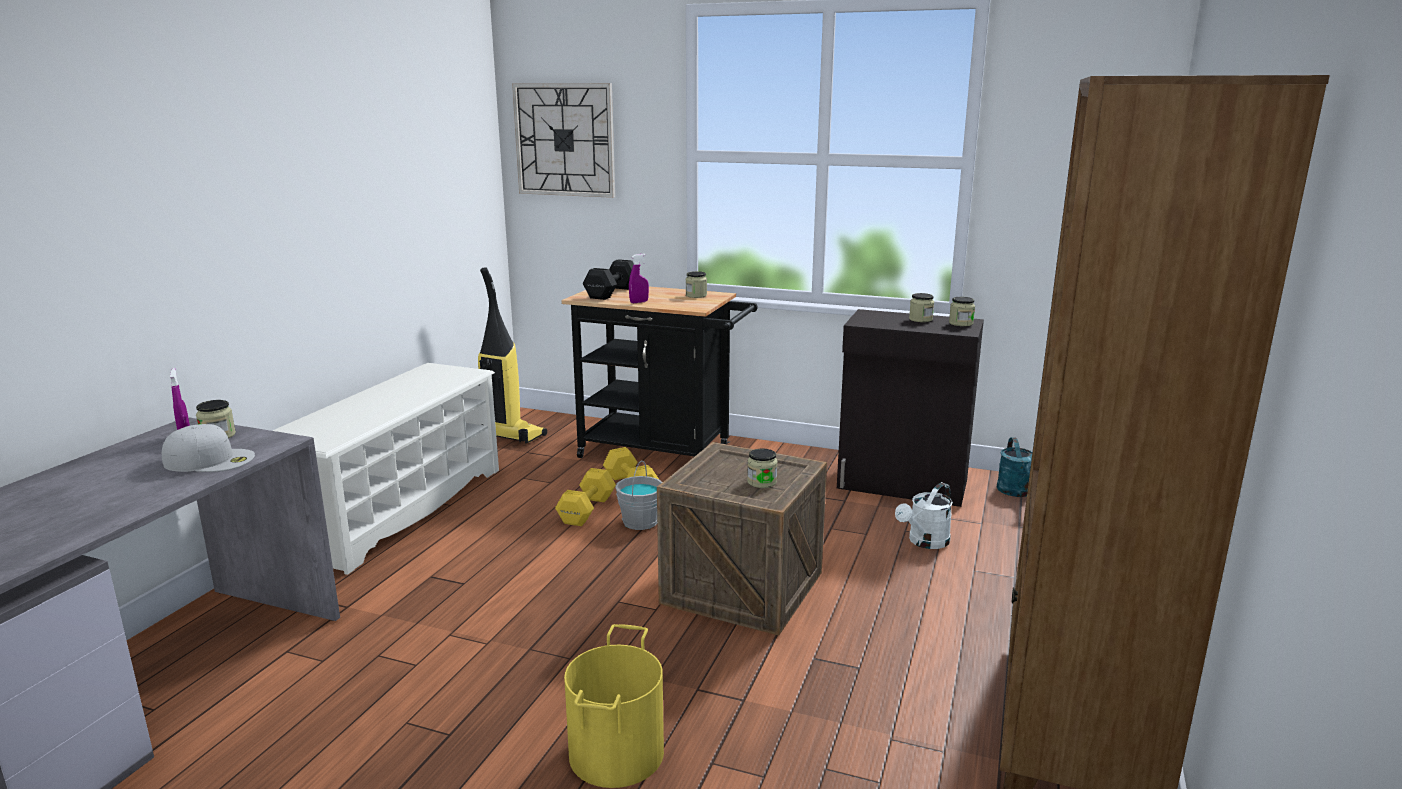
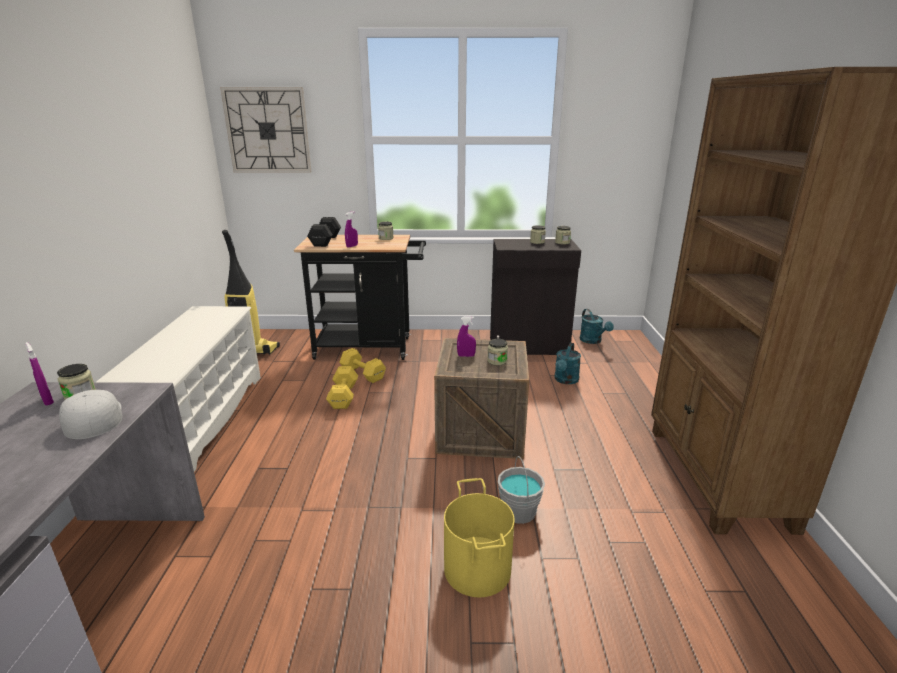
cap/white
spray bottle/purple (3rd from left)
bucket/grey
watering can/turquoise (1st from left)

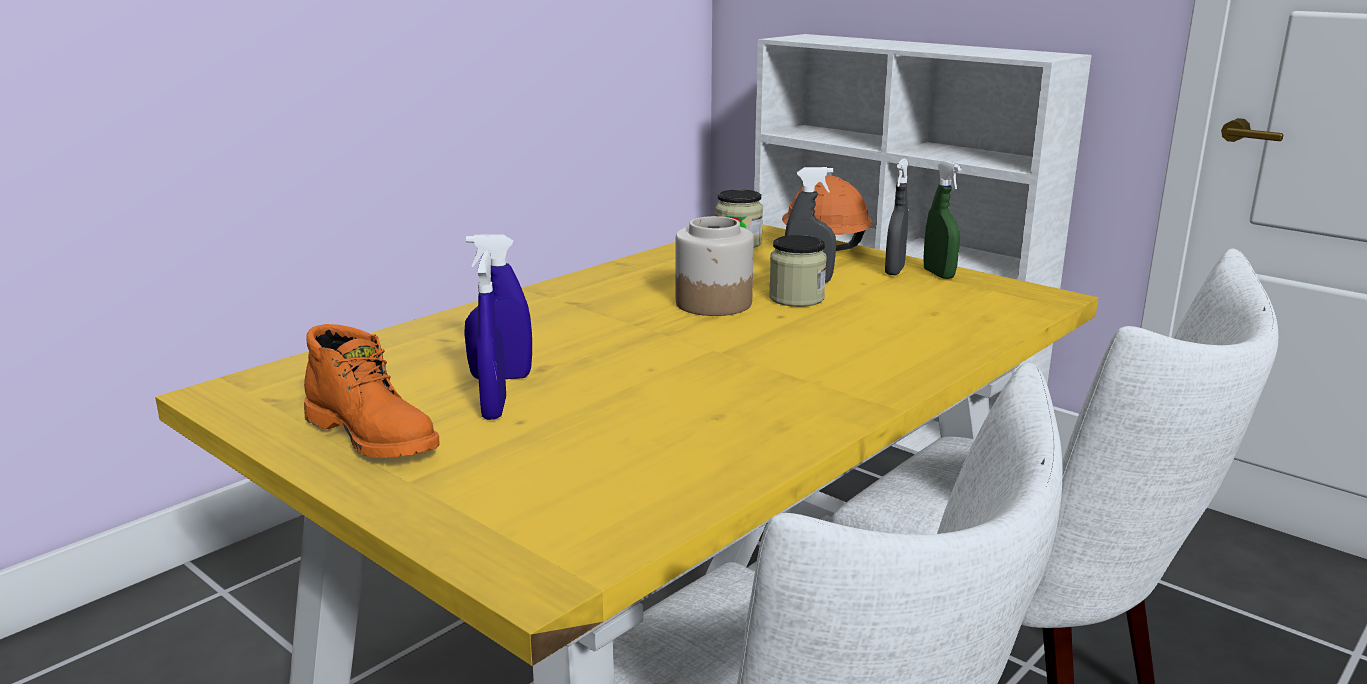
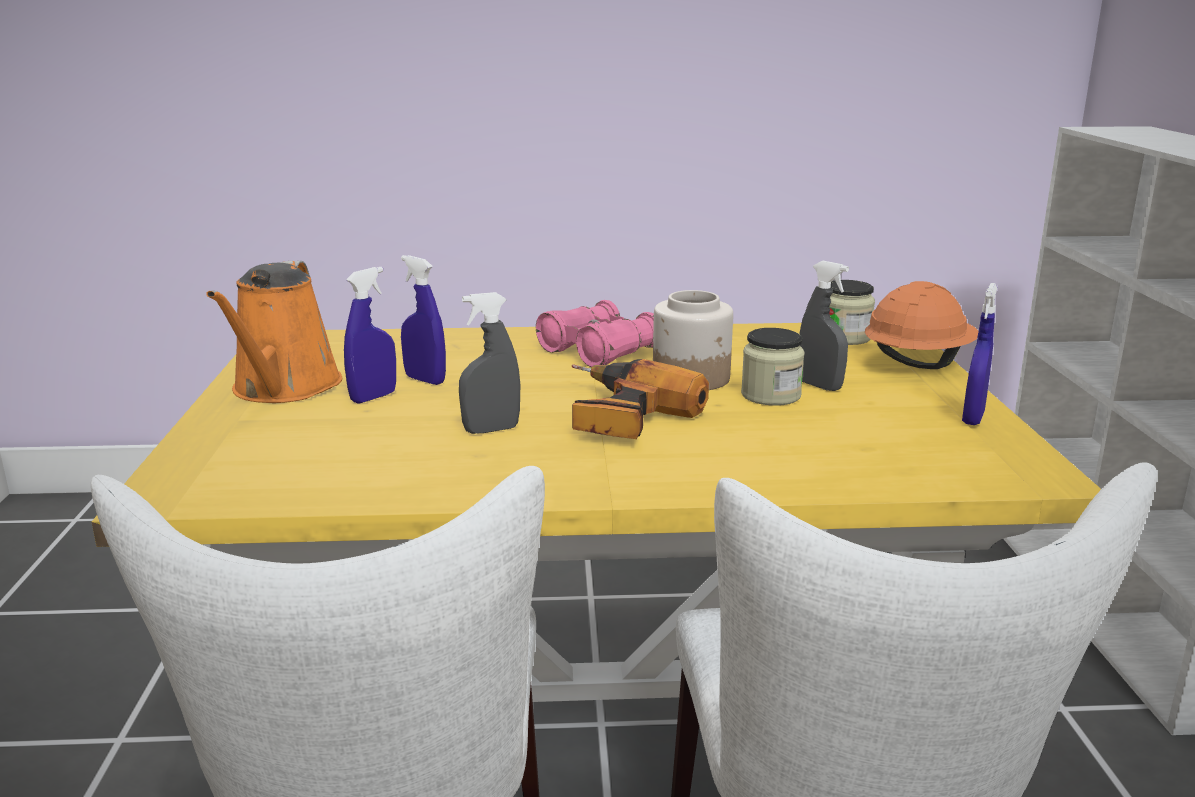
watering can/orange
spray bottle/grey (1st from left)
binoculars/pink
power drill
spray bottle/blue (3rd from left)

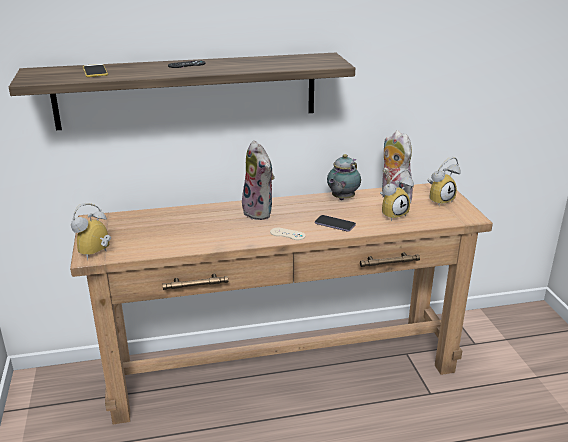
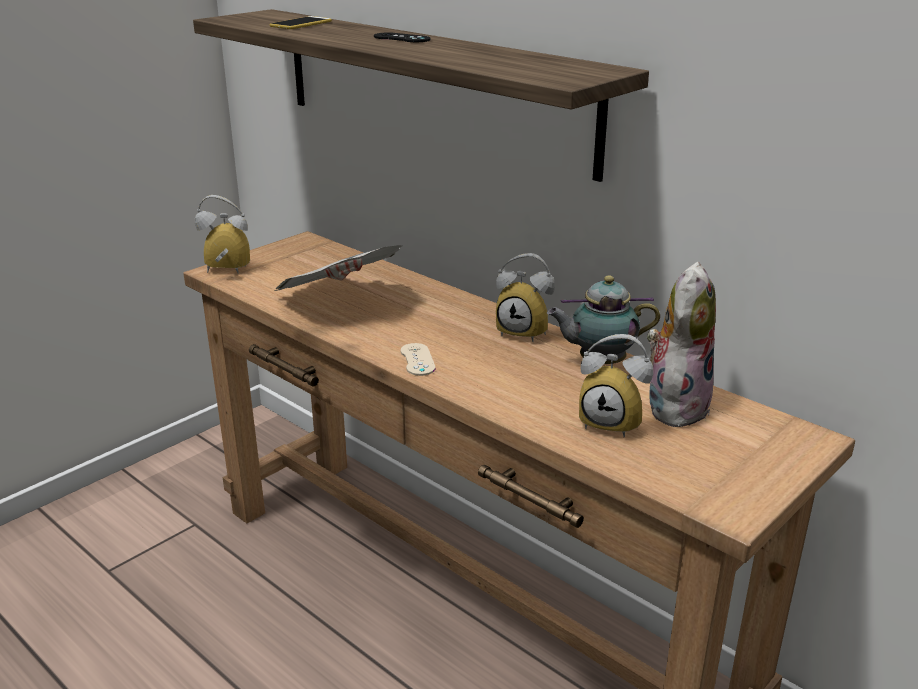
newspaper
alarm clock (2nd from left)
plush toy (1st from left in the first image)
phone (2nd from left in the first image)

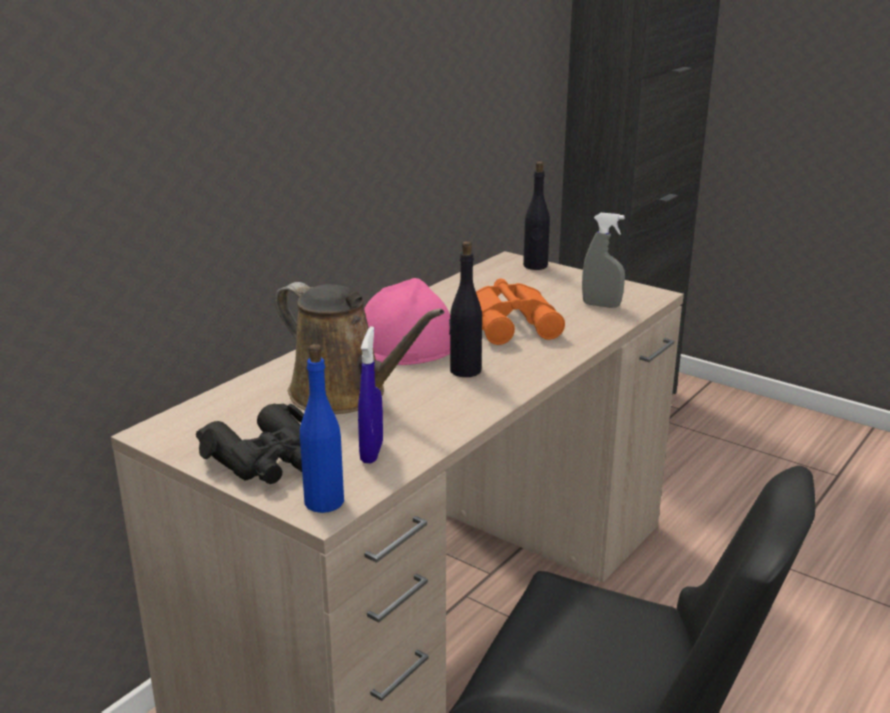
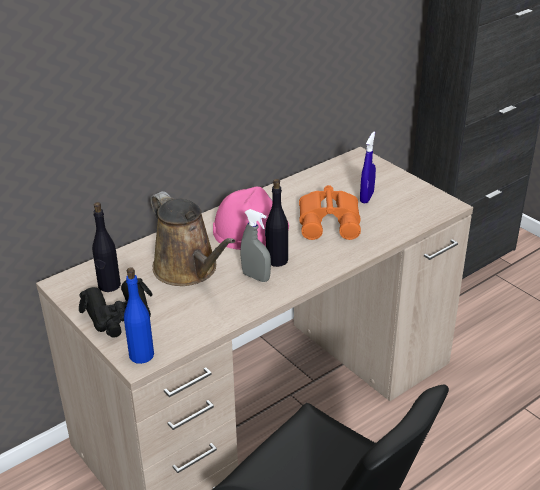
bottle/black (1st from left)
spray bottle/grey
spray bottle/blue

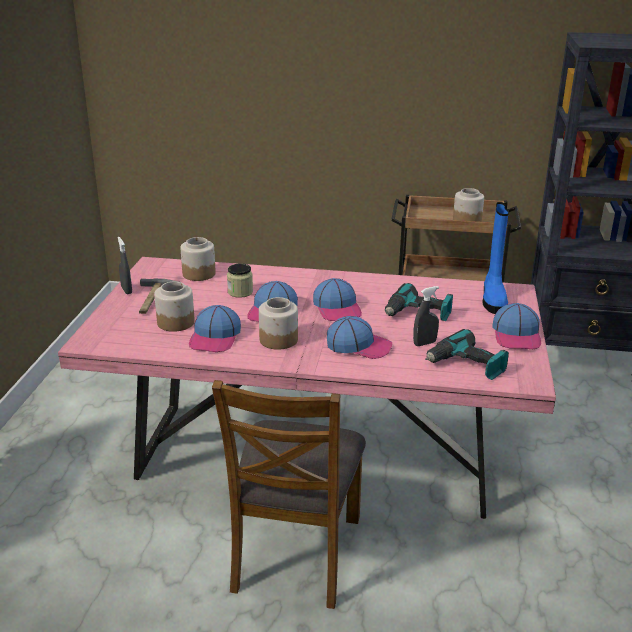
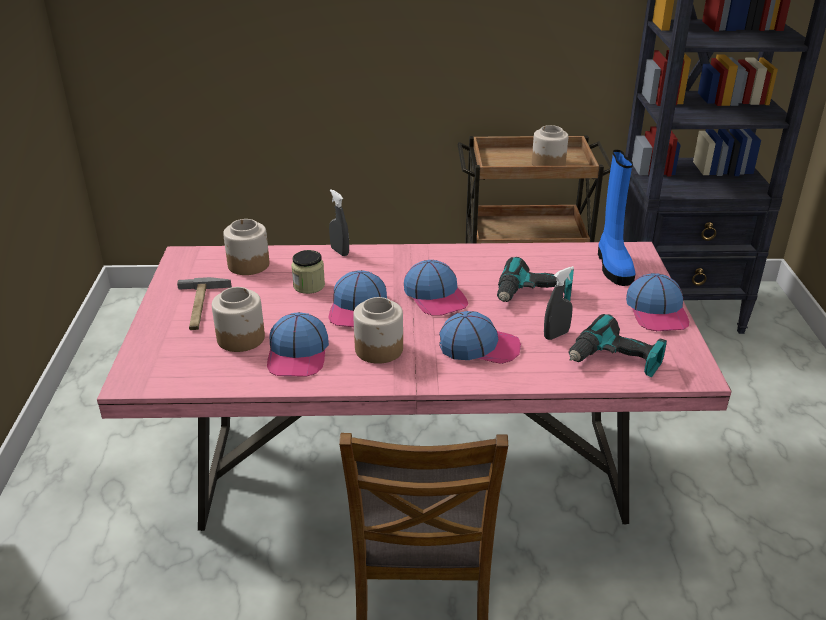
spray bottle/grey (1st from left)

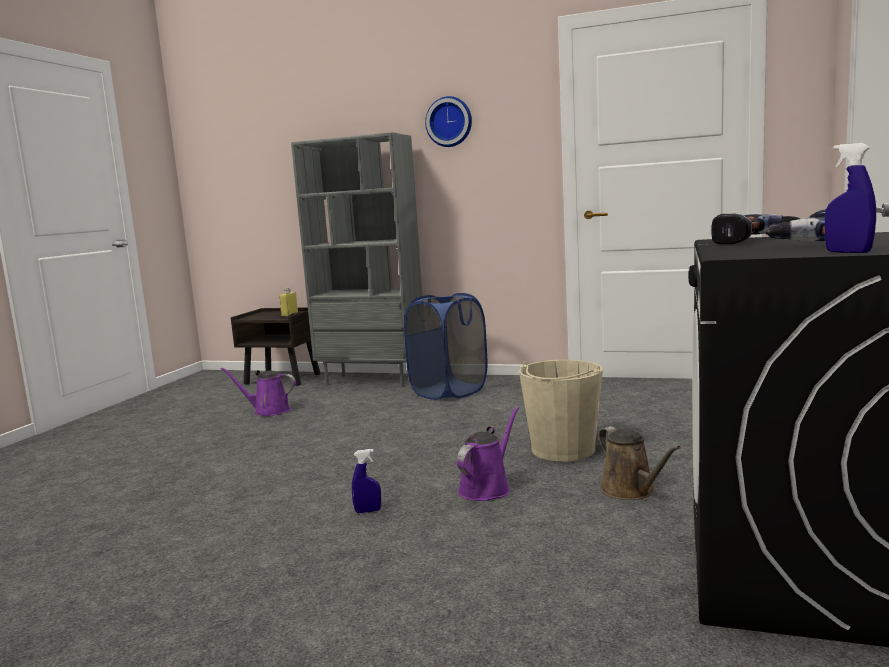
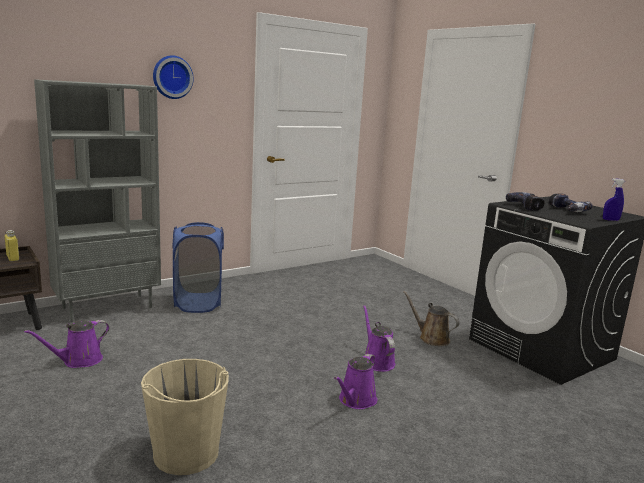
bucket/beige
watering can/purple (2nd from left)
watering can/brown

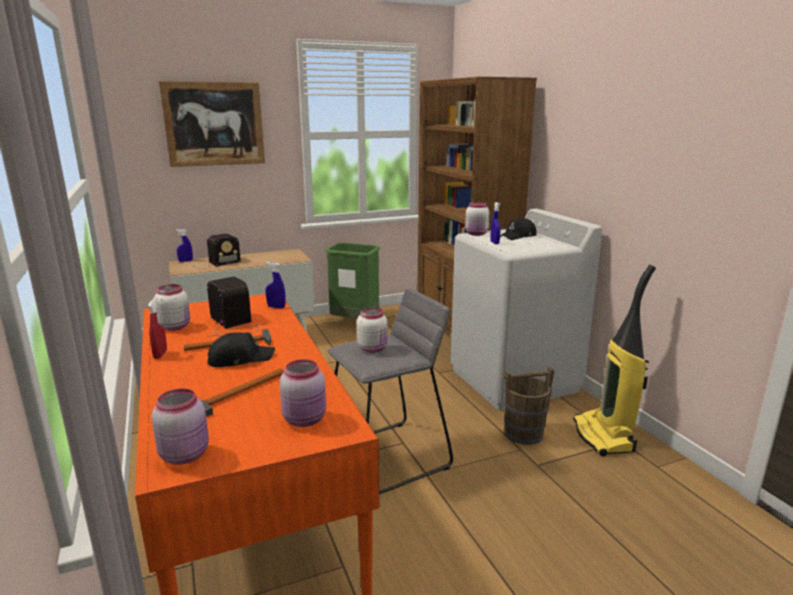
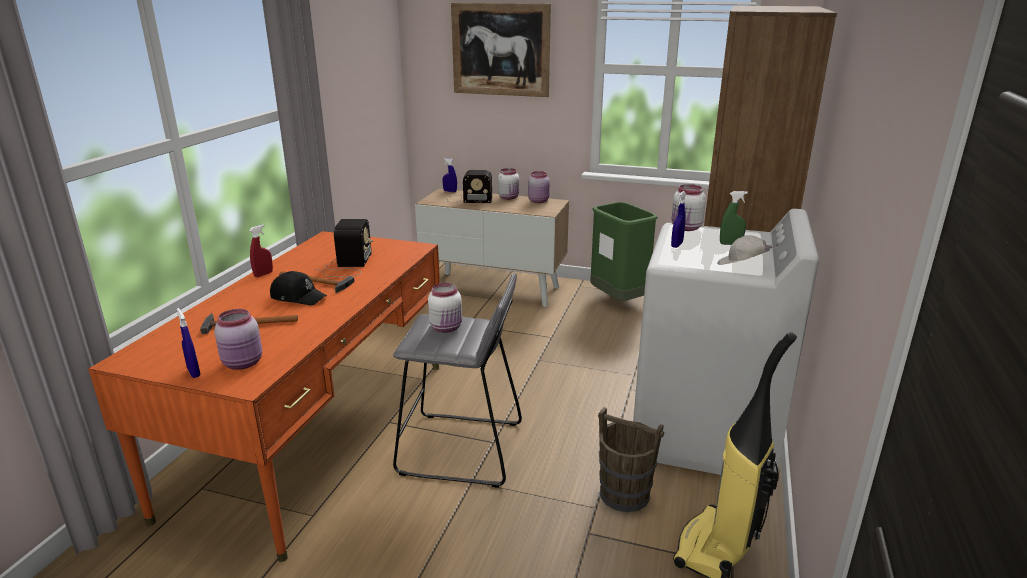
spray bottle/blue (1st from left)
jar/white (2nd from left)
jar/pink (2nd from left)
cap/white
spray bottle/green

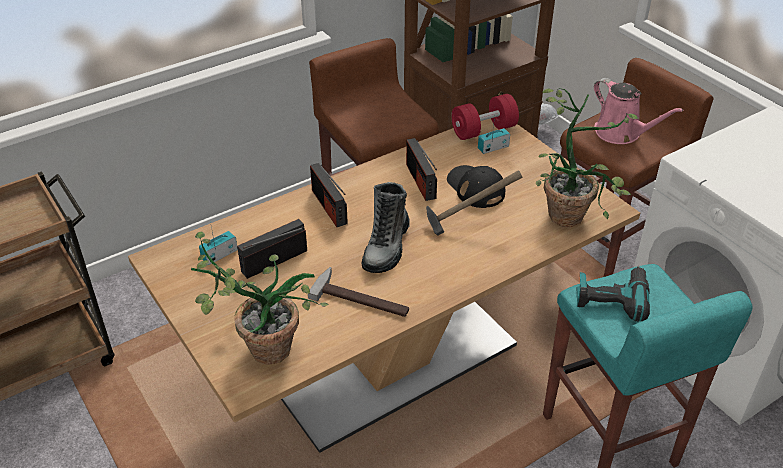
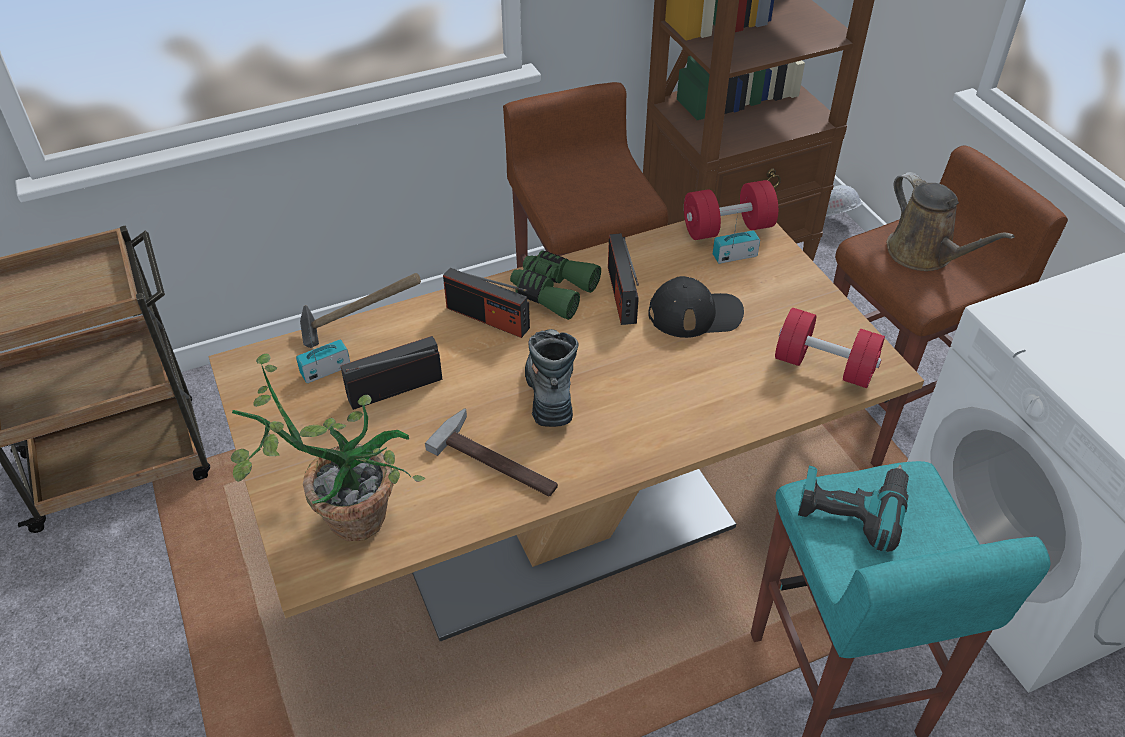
hammer (1st from left)
radio (3rd from left)
binoculars/green
boot
cap/black
dumbbell/red (2nd from left)
watering can/brown

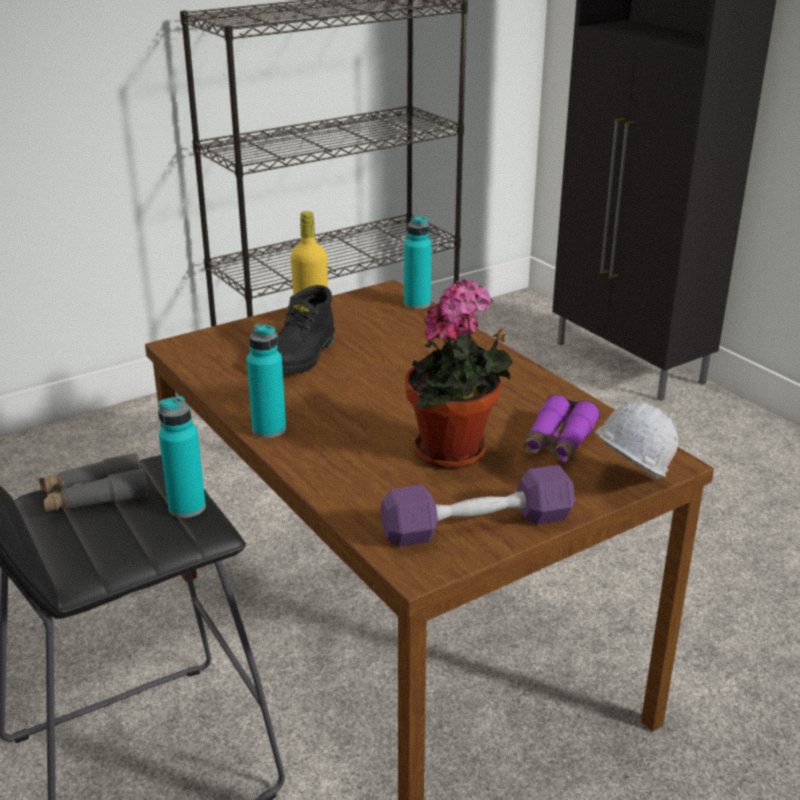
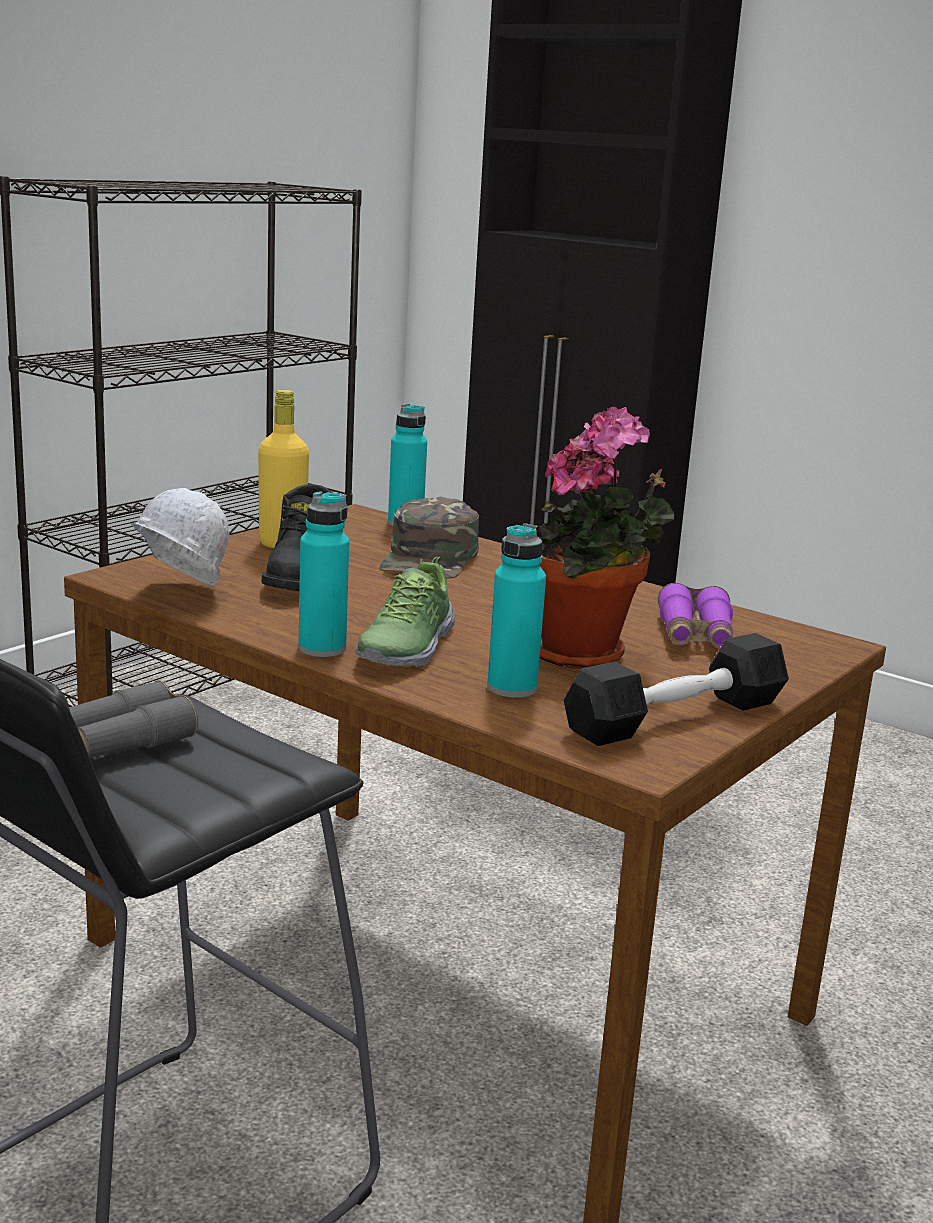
hard hat/white
shoe
cap/green
bottle/turquoise (3rd from left)
dumbbell/black

